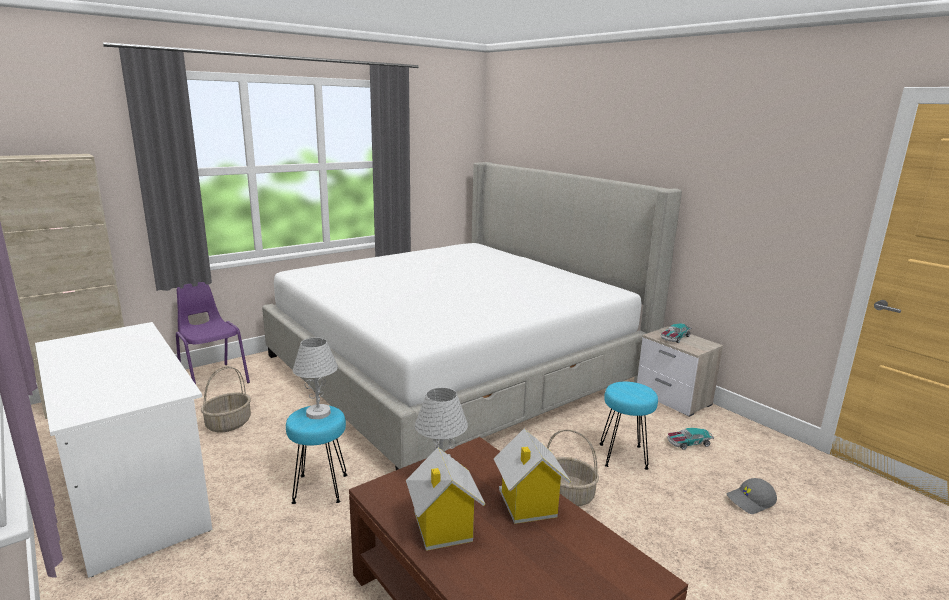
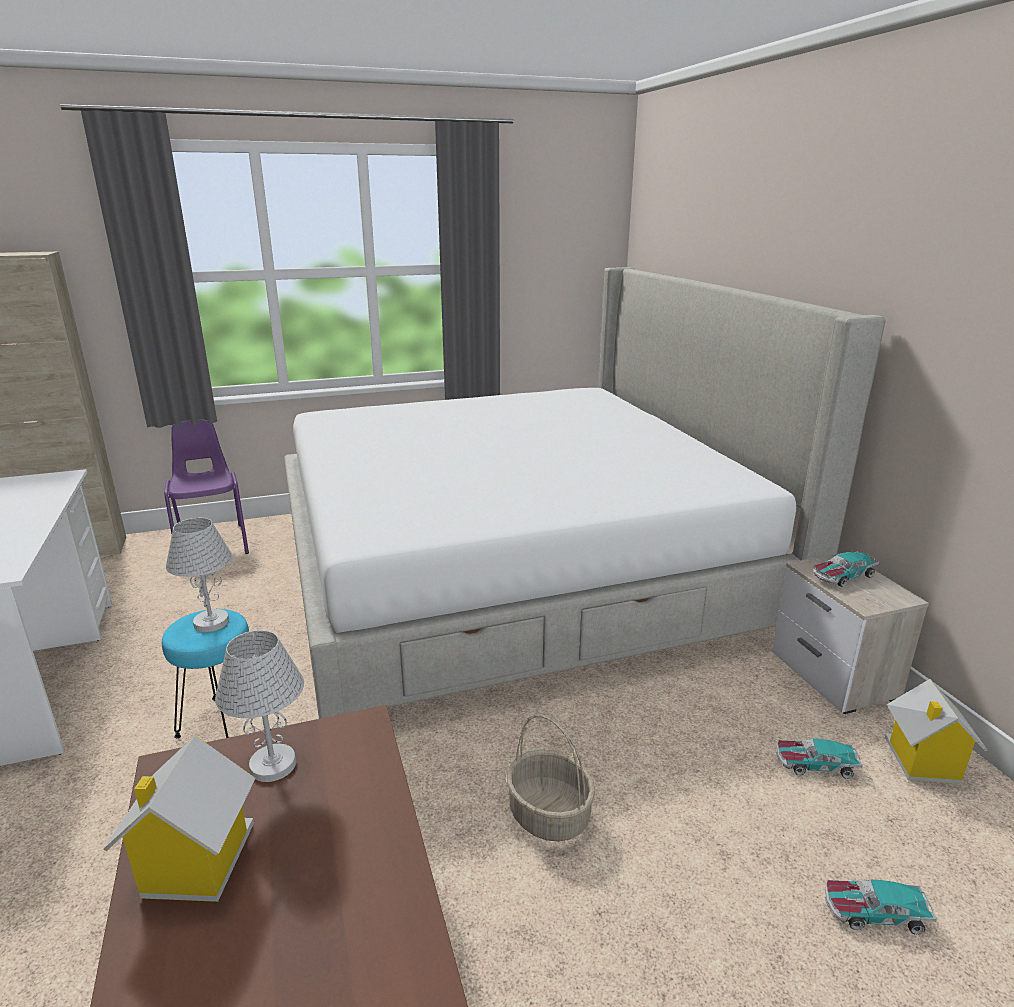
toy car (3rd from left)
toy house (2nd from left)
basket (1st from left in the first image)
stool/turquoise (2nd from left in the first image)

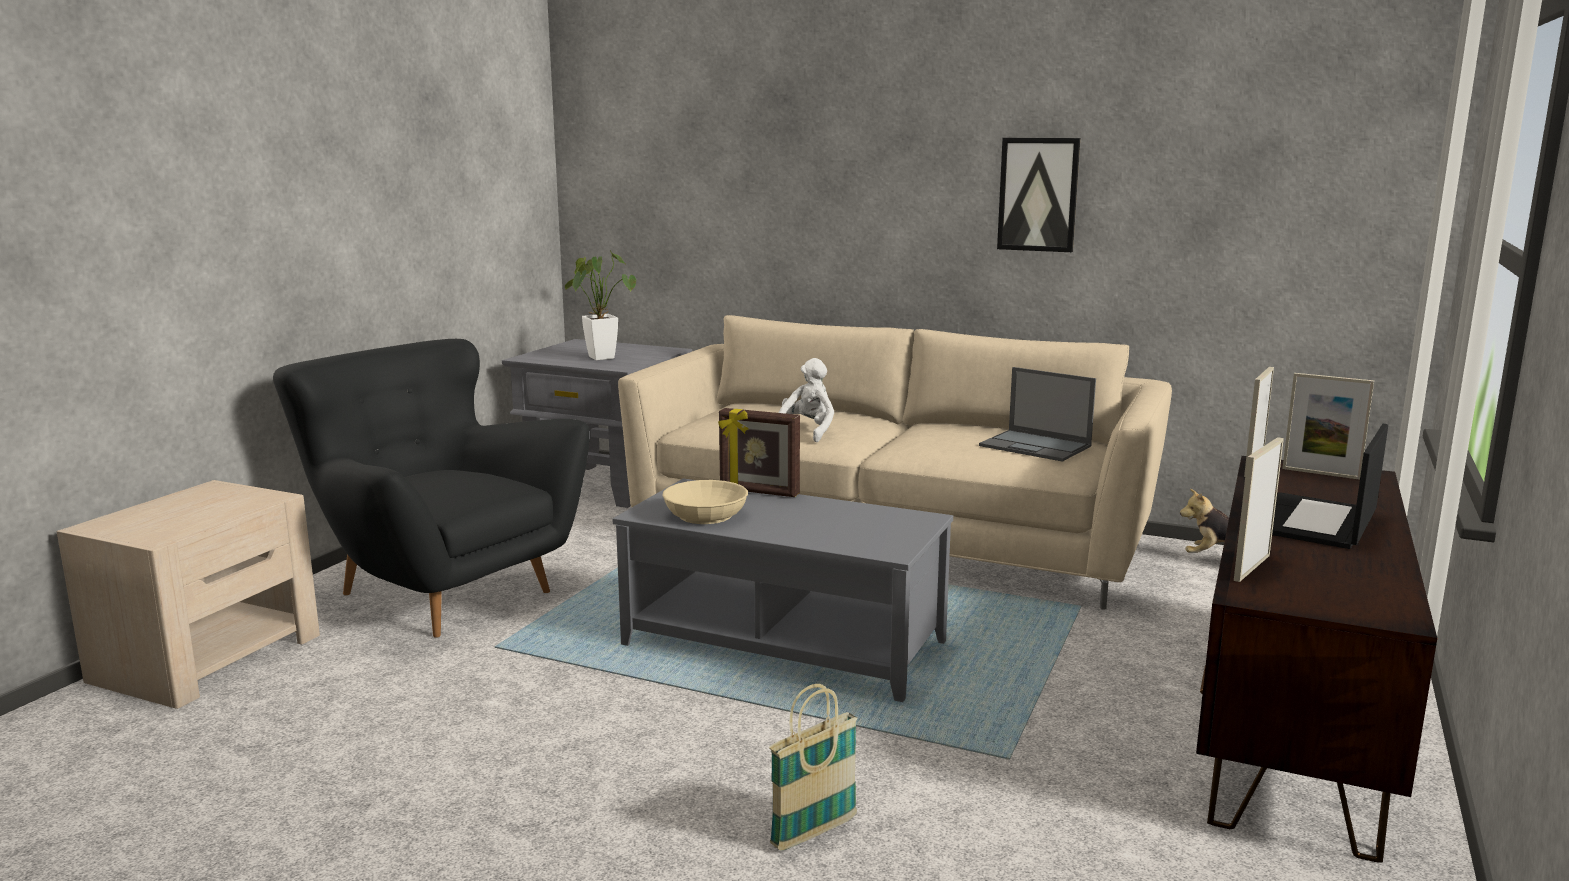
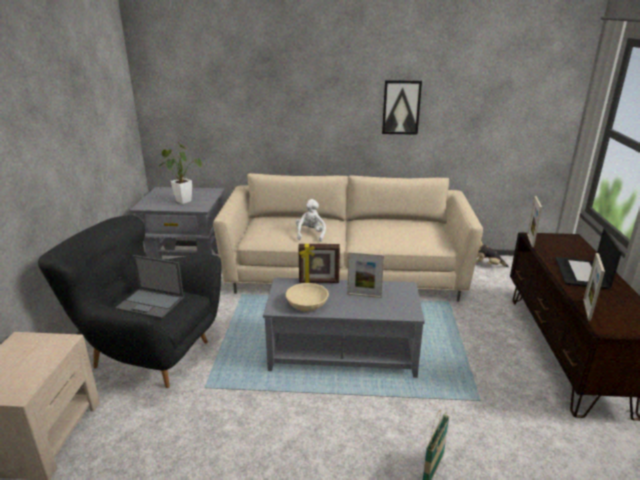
laptop (1st from left)
picture frame (2nd from left)

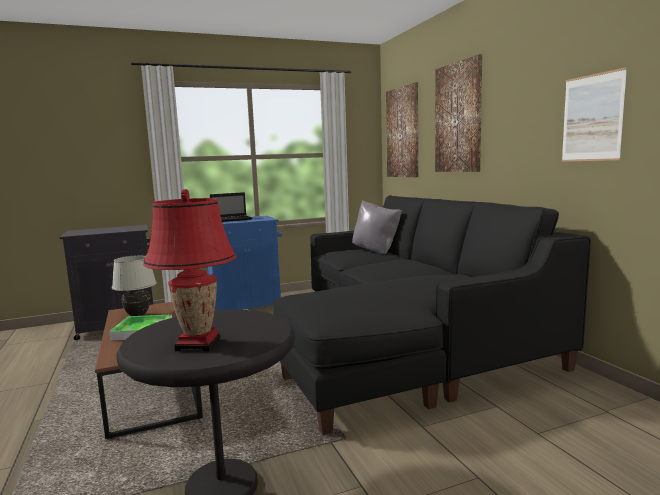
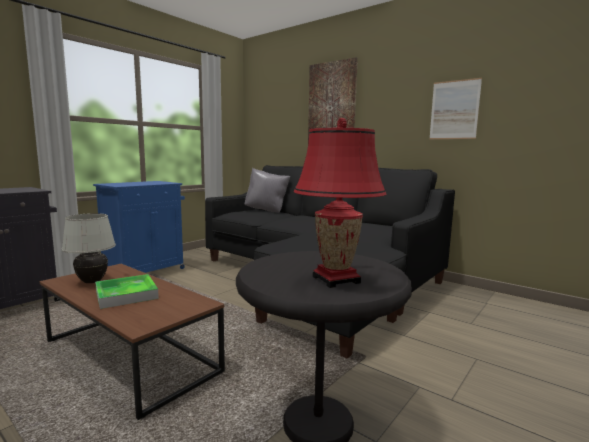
laptop
picture (1st from left in the first image)

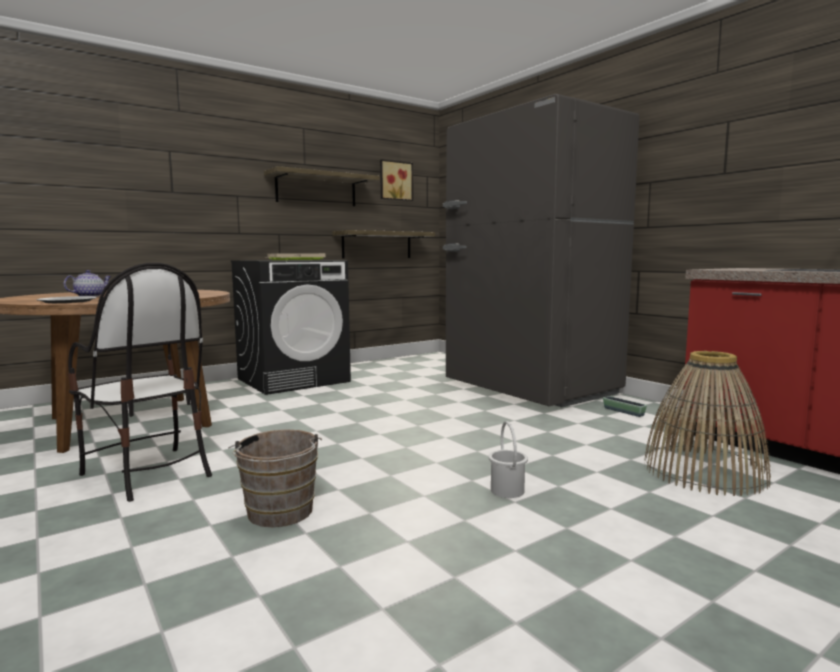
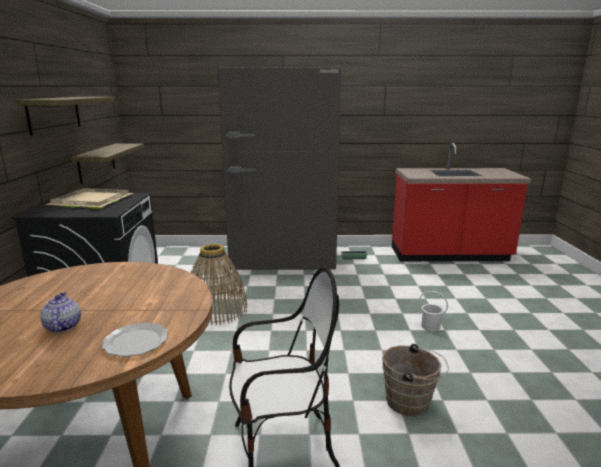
basket
picture

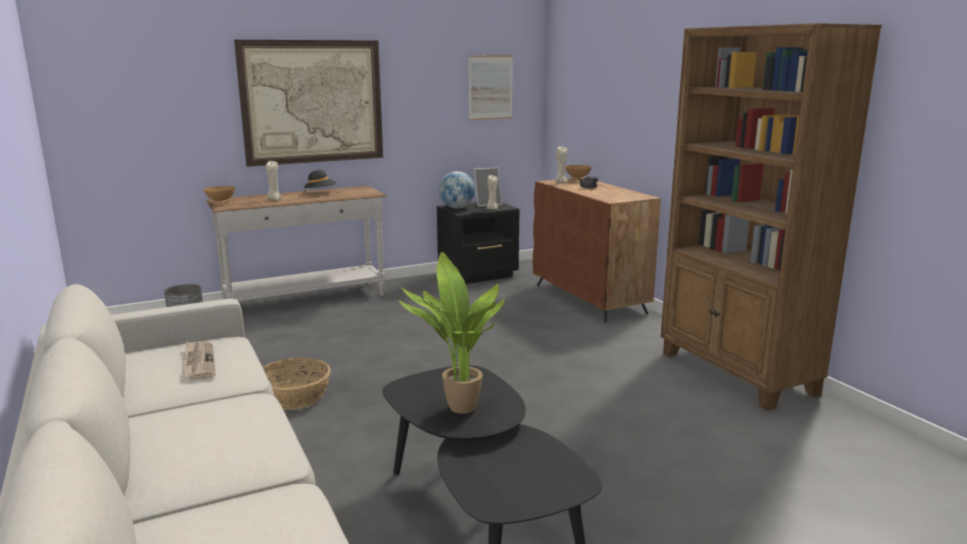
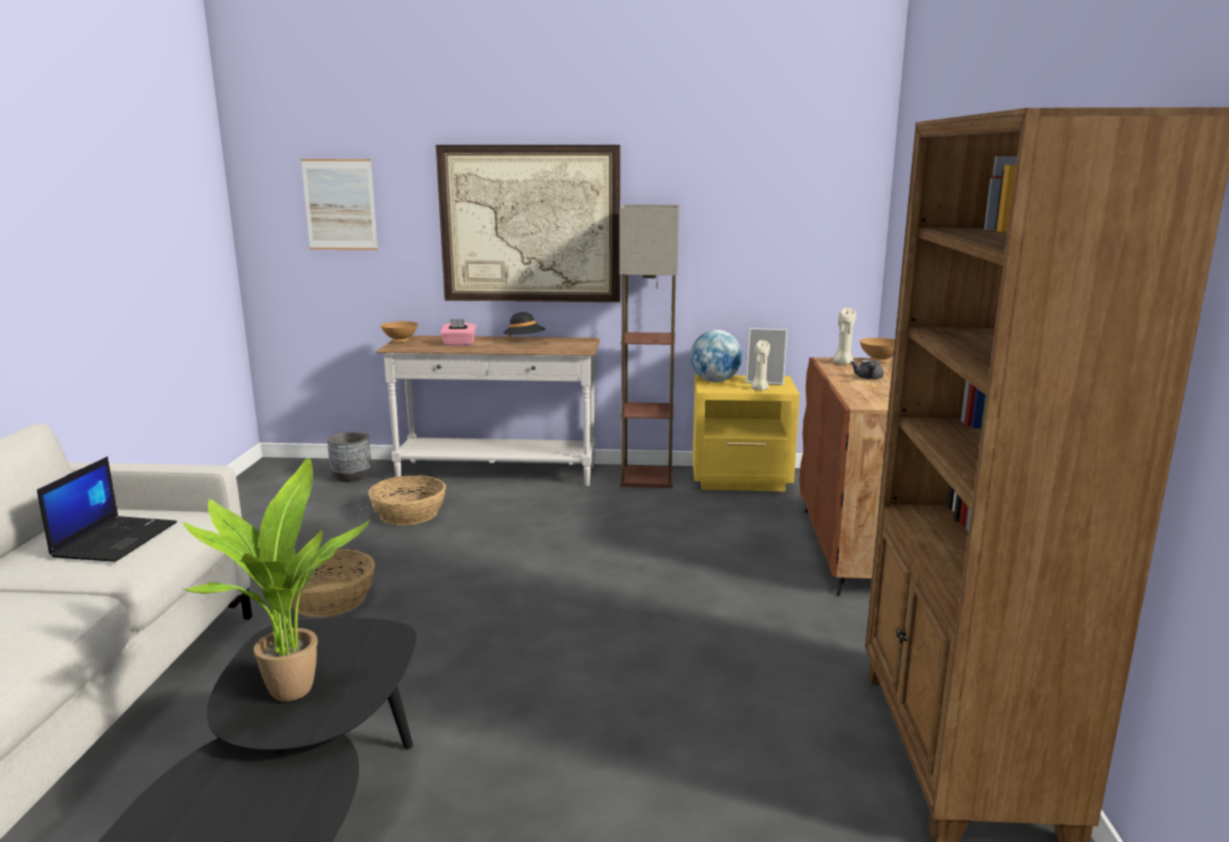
laptop
picture (1st from left)
basket (2nd from left)
tissue box/pink
floor lamp
nightstand/yellow

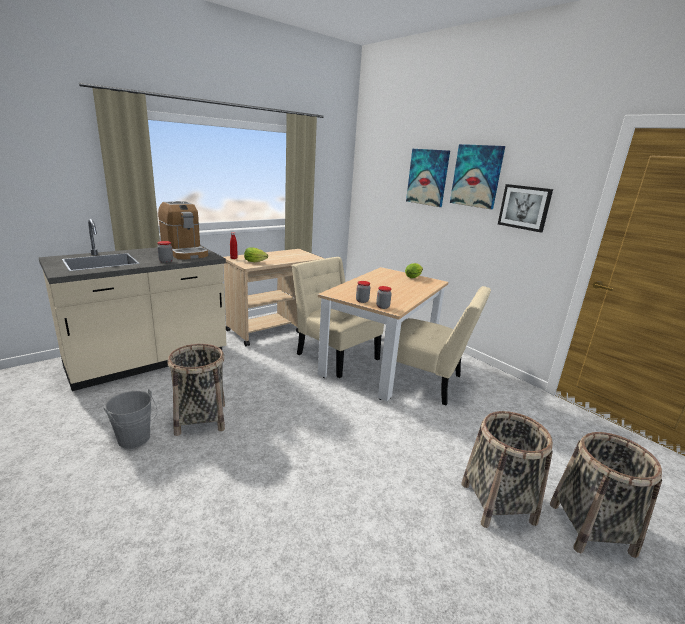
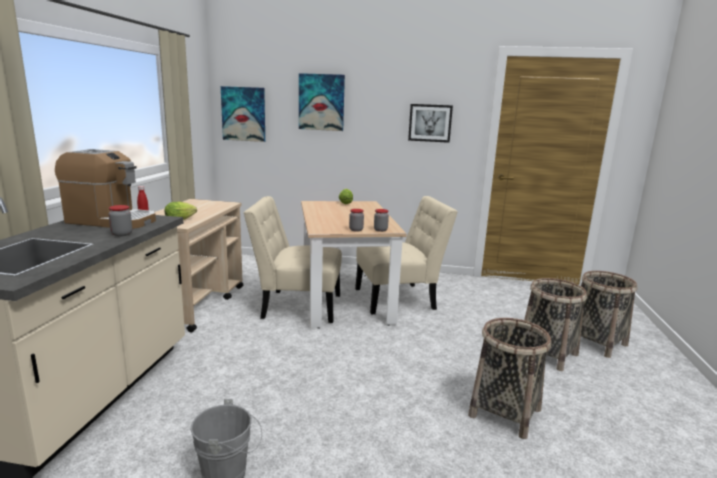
picture (1st from left)
basket (1st from left)

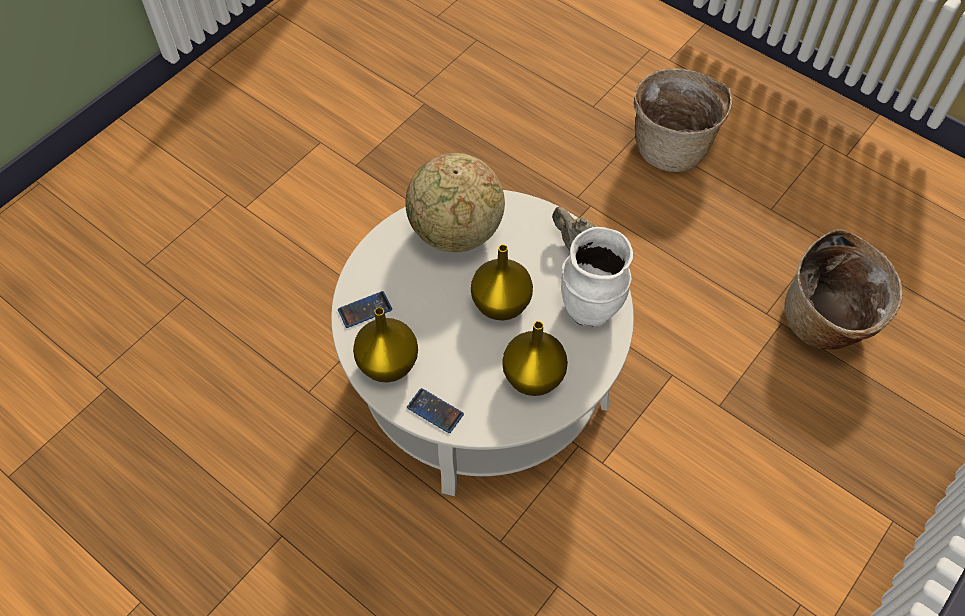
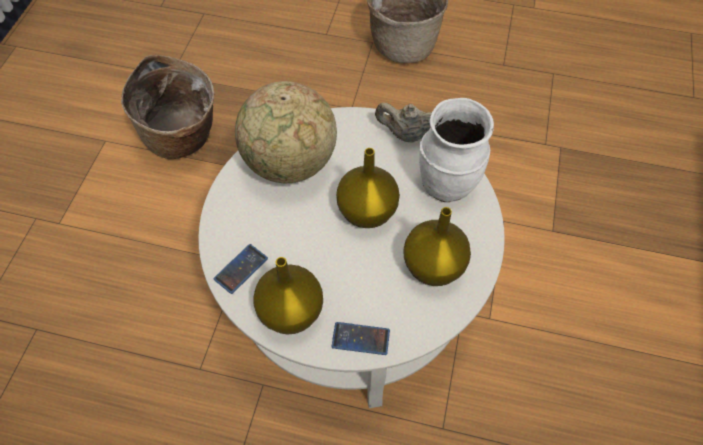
basket (1st from left)

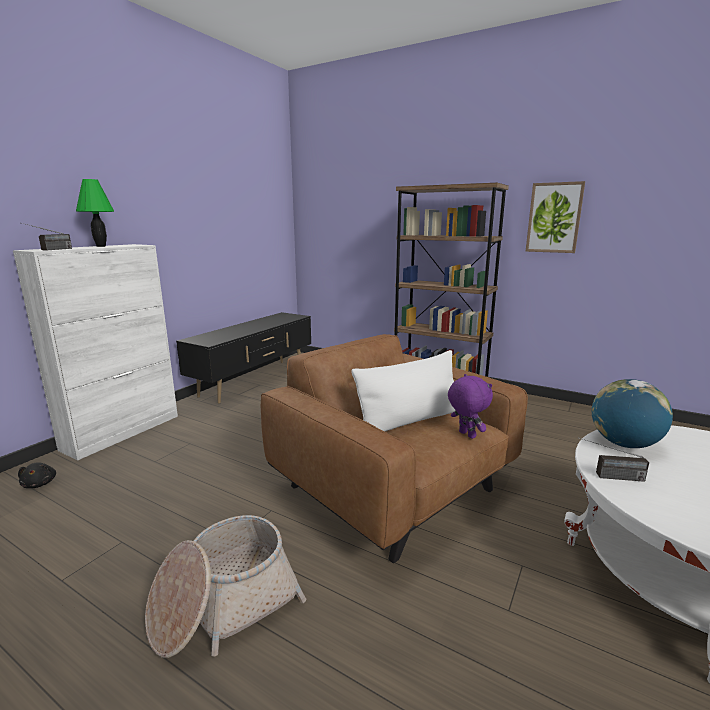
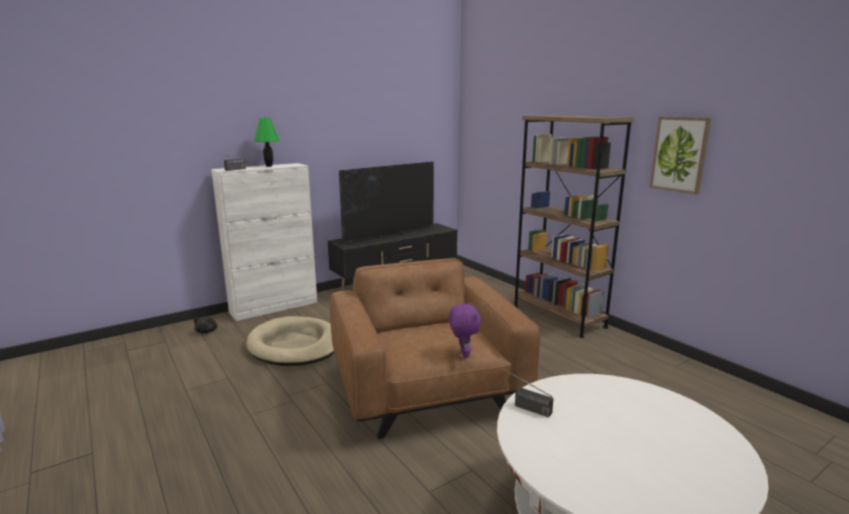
dog bed/beige
television
basket
pillow/white
globe

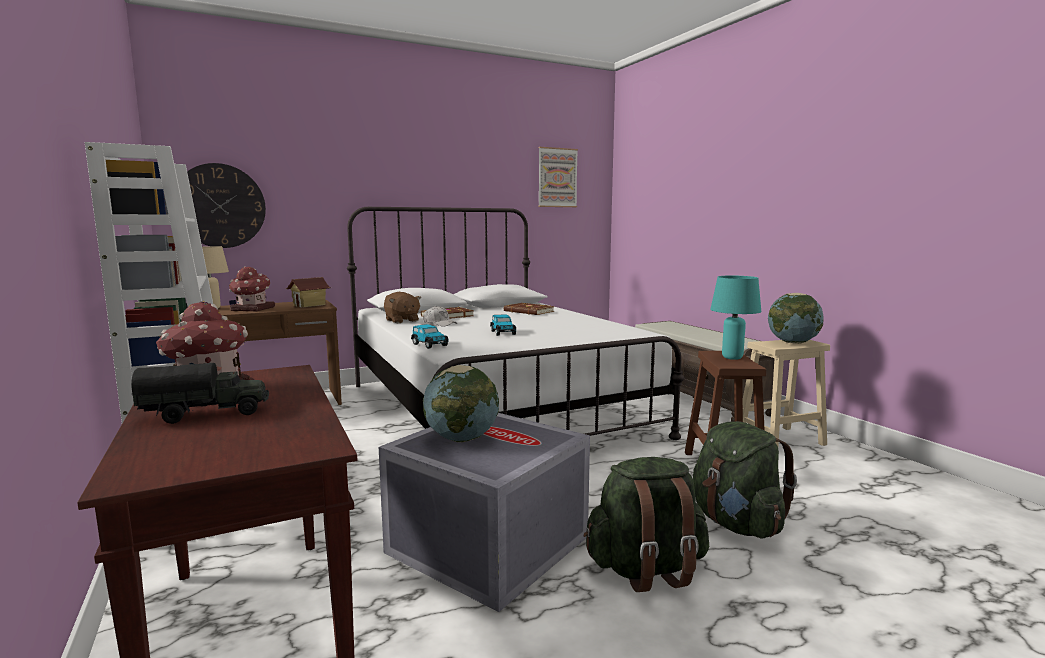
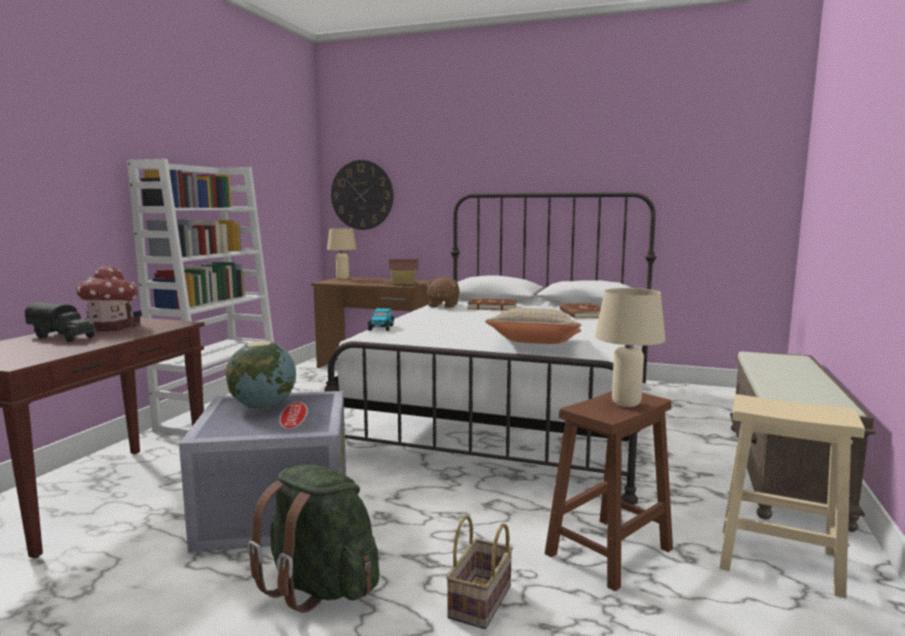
basket
pillow/beige
table lamp/beige (2nd from left)
toy house (2nd from left in the first image)
cap/white
toy car (2nd from left in the first image)
picture
globe (2nd from left in the first image)

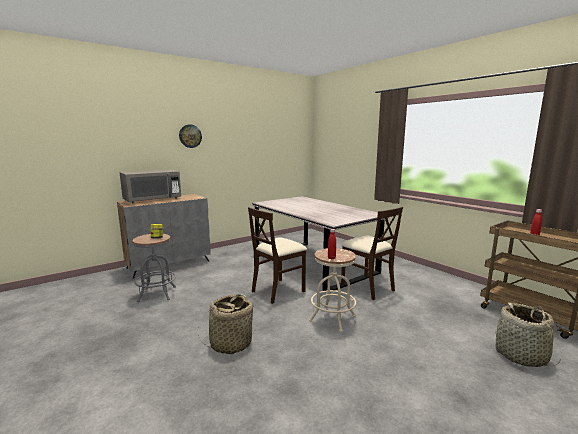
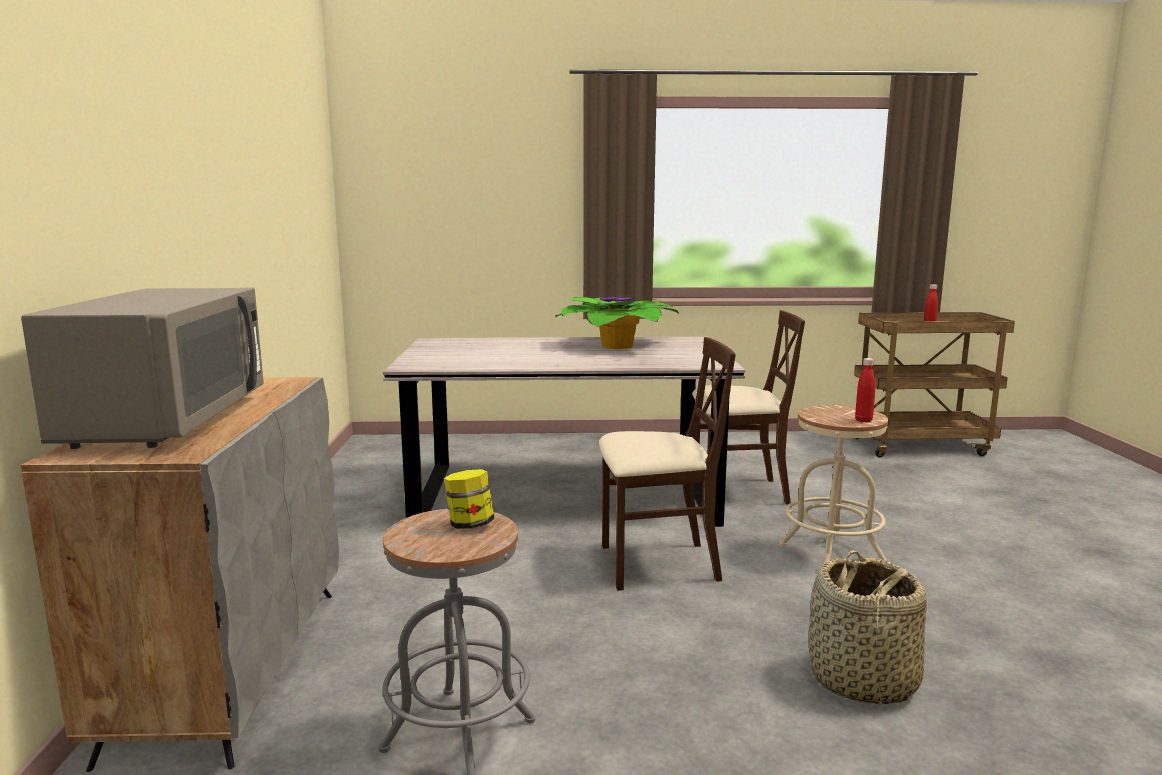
potted plant
chair/beige (1st from left)
wall clock
basket (2nd from left in the first image)

